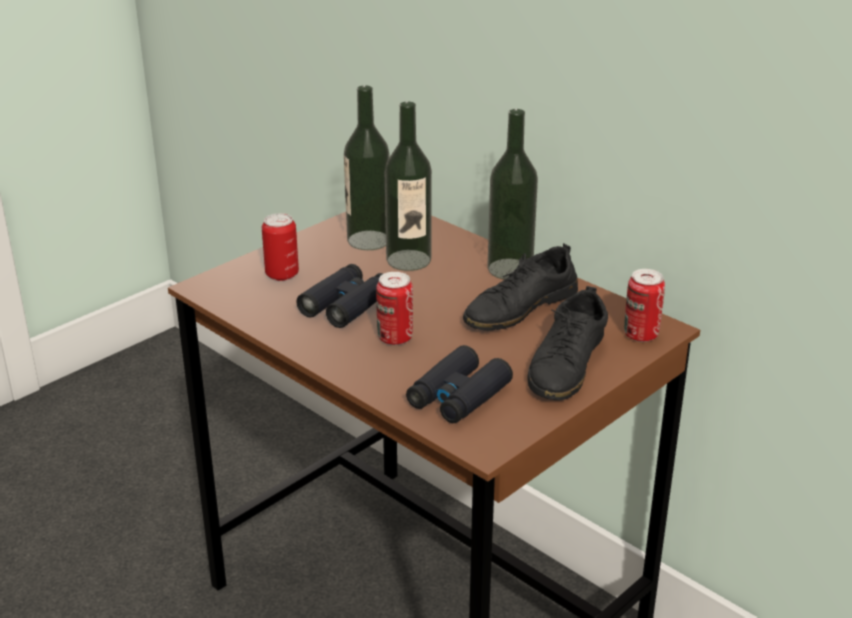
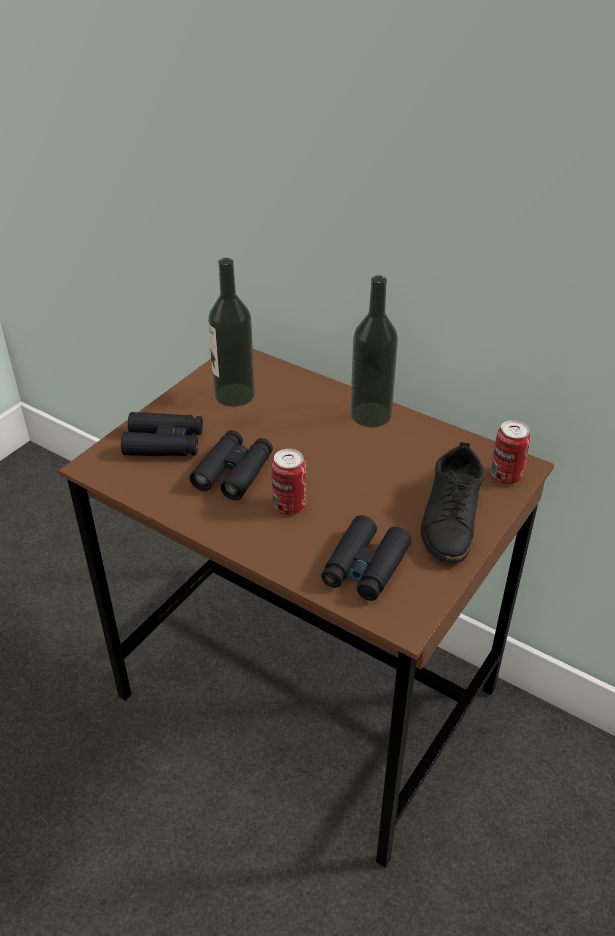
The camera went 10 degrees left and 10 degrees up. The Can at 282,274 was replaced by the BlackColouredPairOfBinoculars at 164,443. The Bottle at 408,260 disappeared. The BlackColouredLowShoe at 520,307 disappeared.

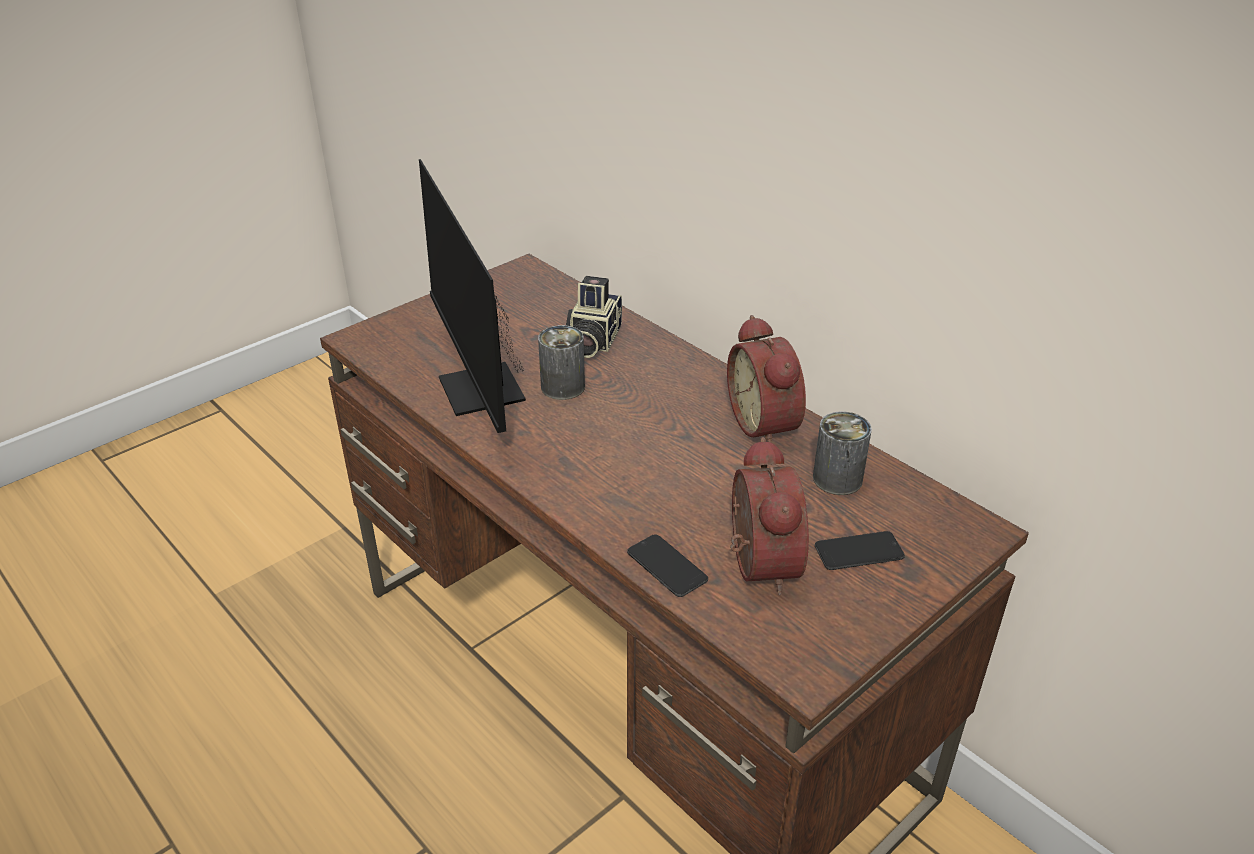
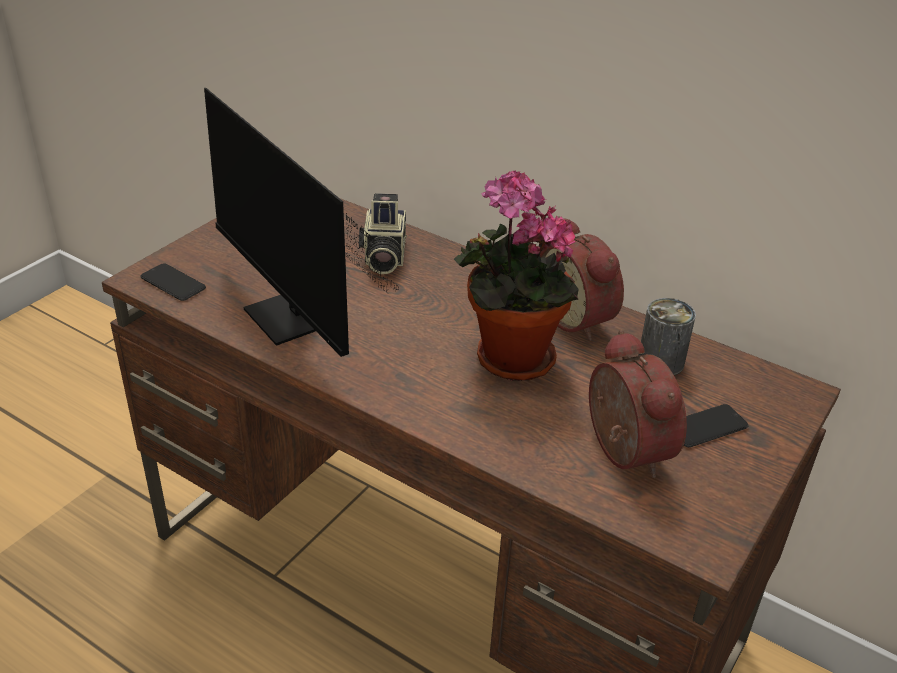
The camera went 15 degrees left and 0 degrees up. The Can at 563,387 disappeared. The Telephone moved from 667,566 to 173,283. The Houseplant at 507,359 appeared.

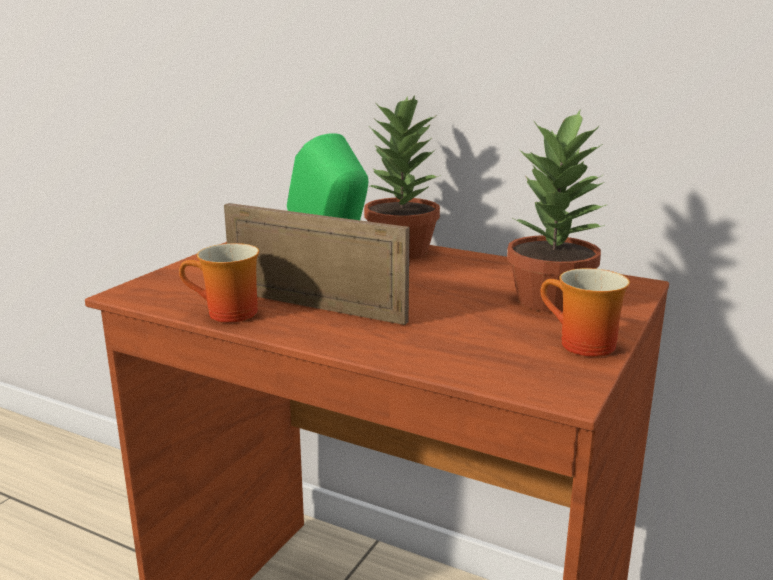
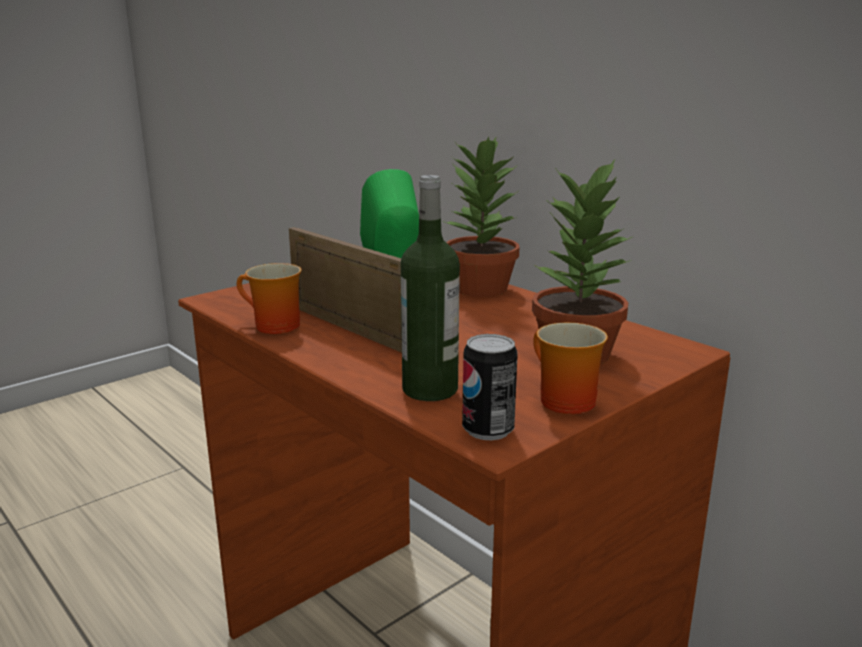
The camera went 20 degrees right and 0 degrees up. The Bottle at 430,389 appeared. The Can at 488,430 appeared.

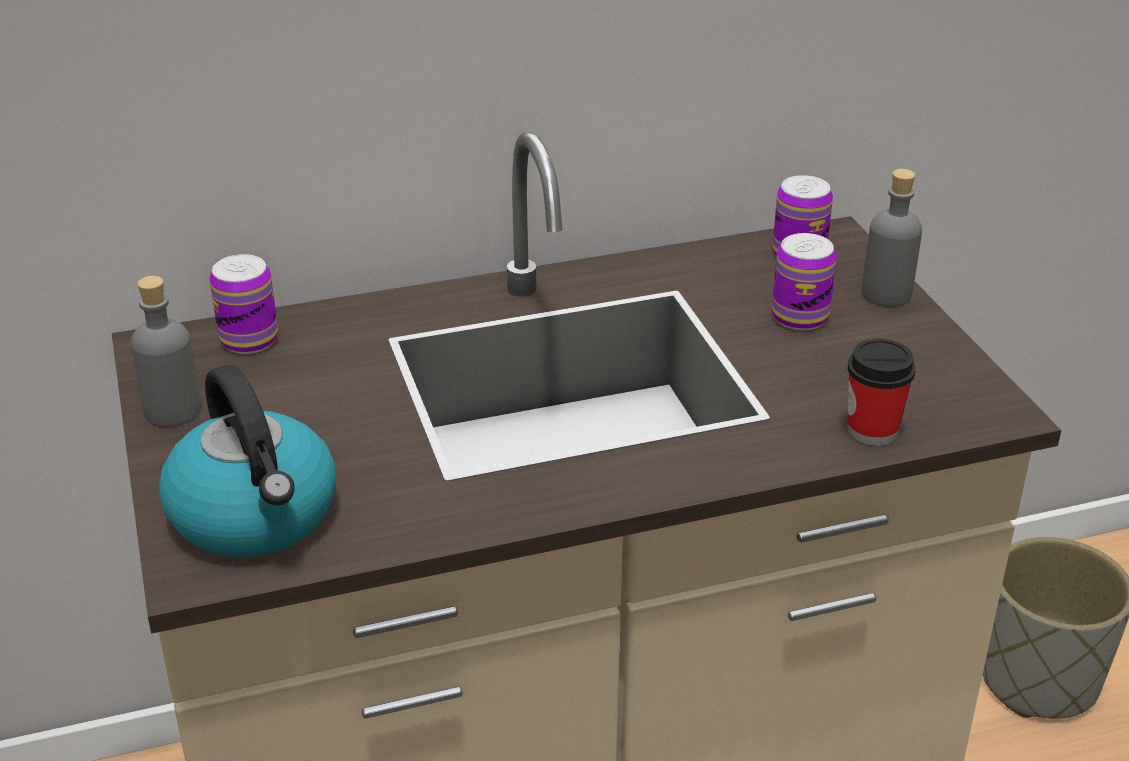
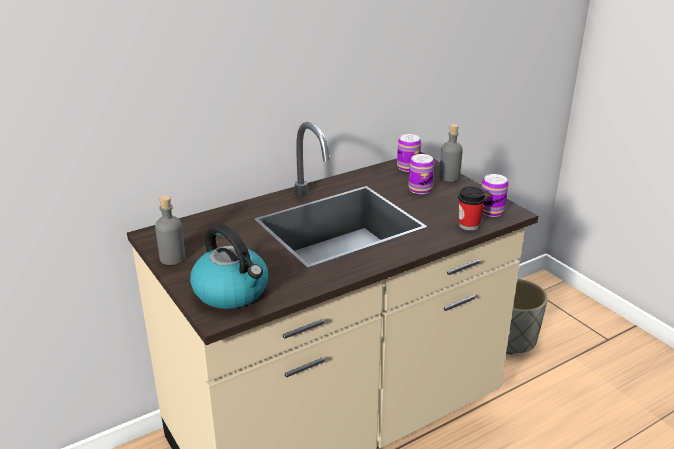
The camera went 15 degrees left and 5 degrees down. The Can moved from 249,340 to 491,211.

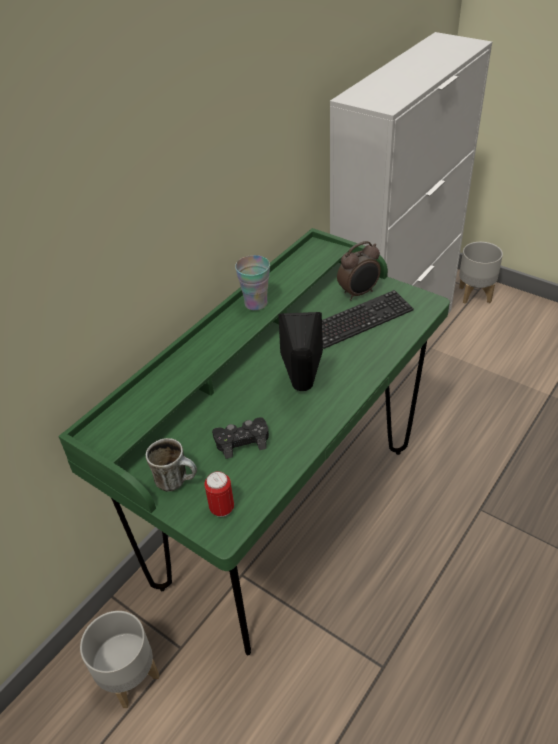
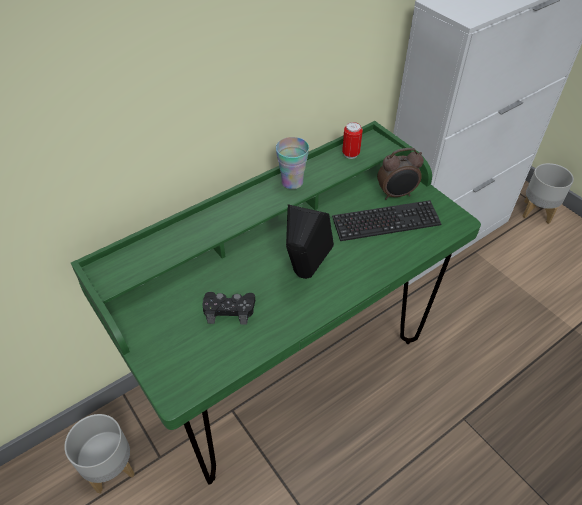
The camera went 15 degrees right and 5 degrees up. The TeaMug at 177,481 disappeared. The Can moved from 222,508 to 350,154.

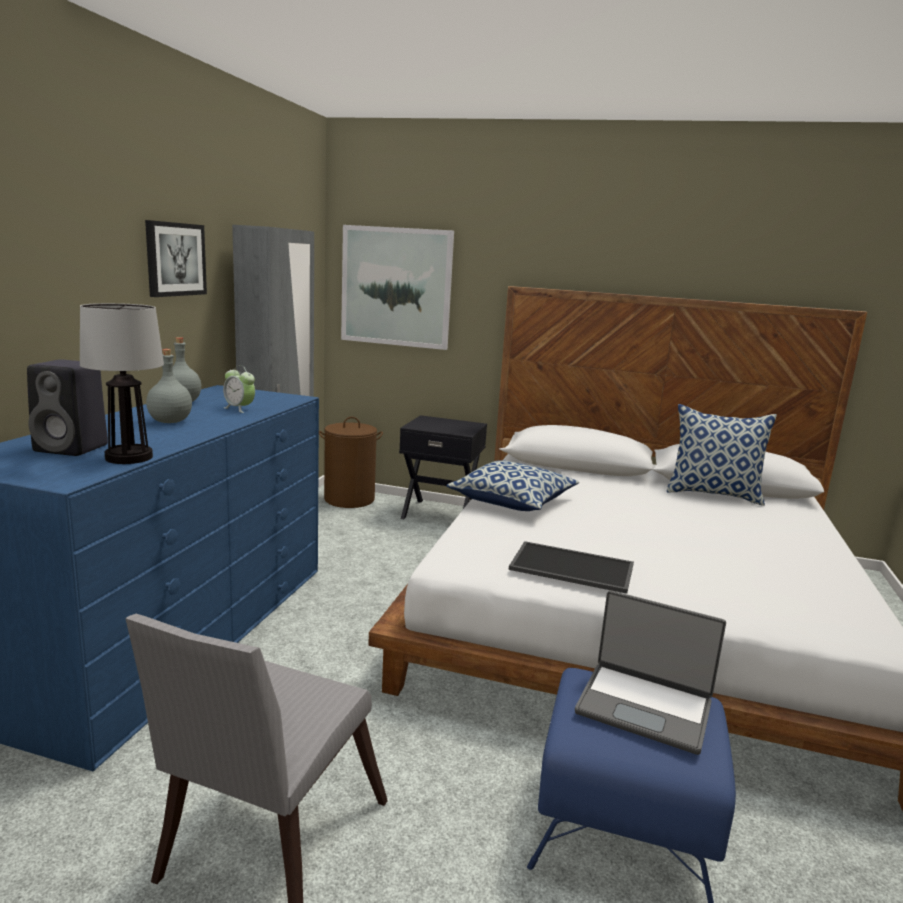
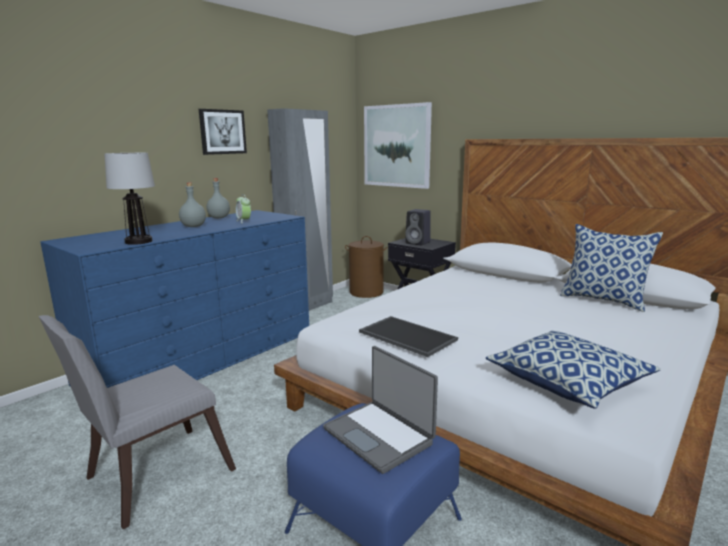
The camera went 25 degrees right and 0 degrees up. The BlackColouredAudioSpeaker moved from 73,448 to 418,243. The Cushion moved from 512,501 to 568,383.

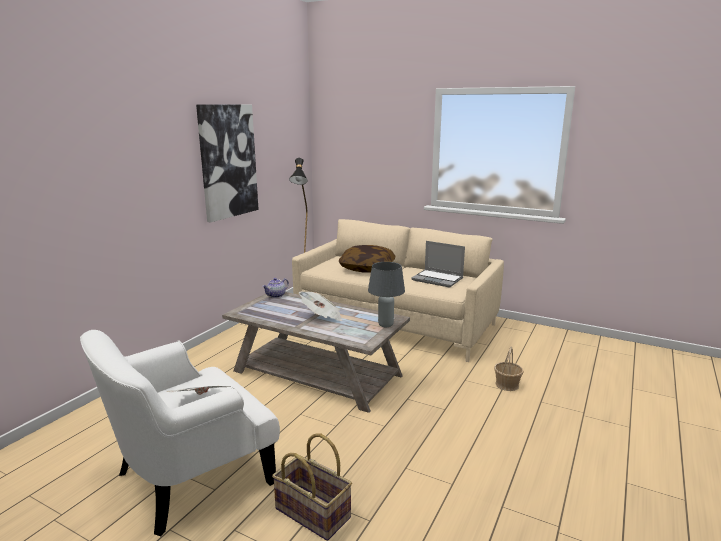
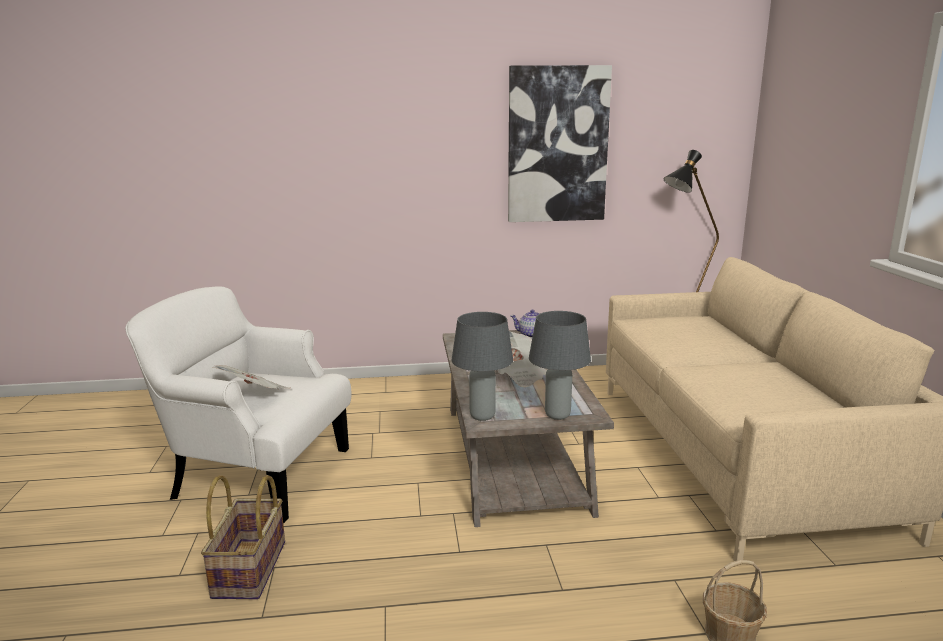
The camera went 55 degrees right and 0 degrees up. The Cushion at 367,268 disappeared. The NotebookComputer at 438,279 disappeared. The GrayLampForATable at 483,416 appeared.

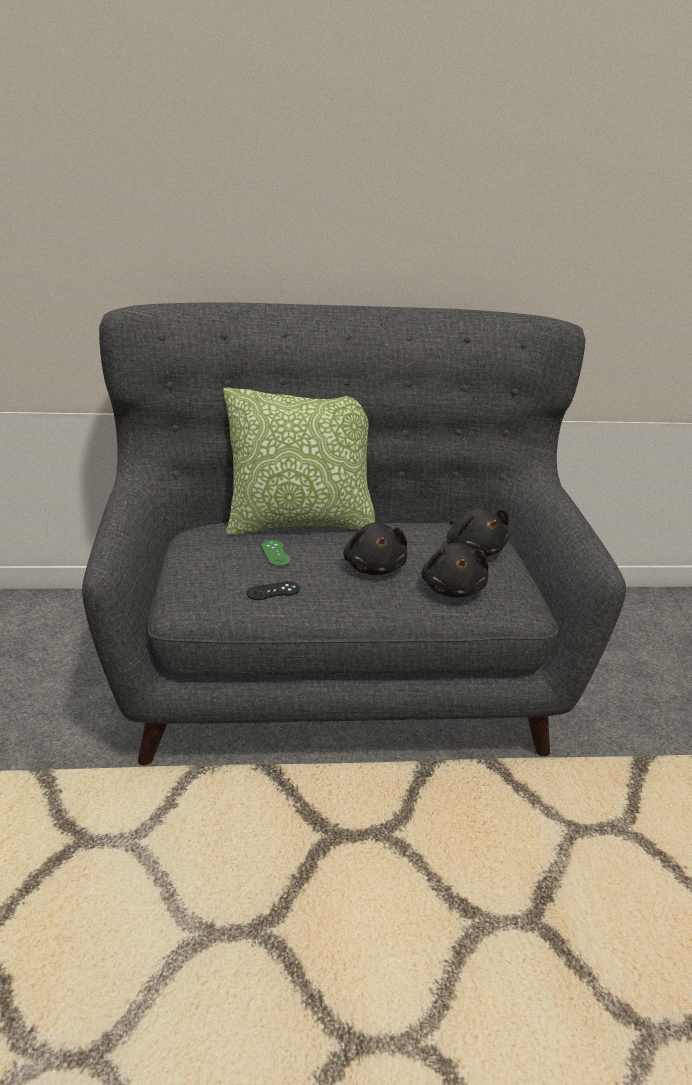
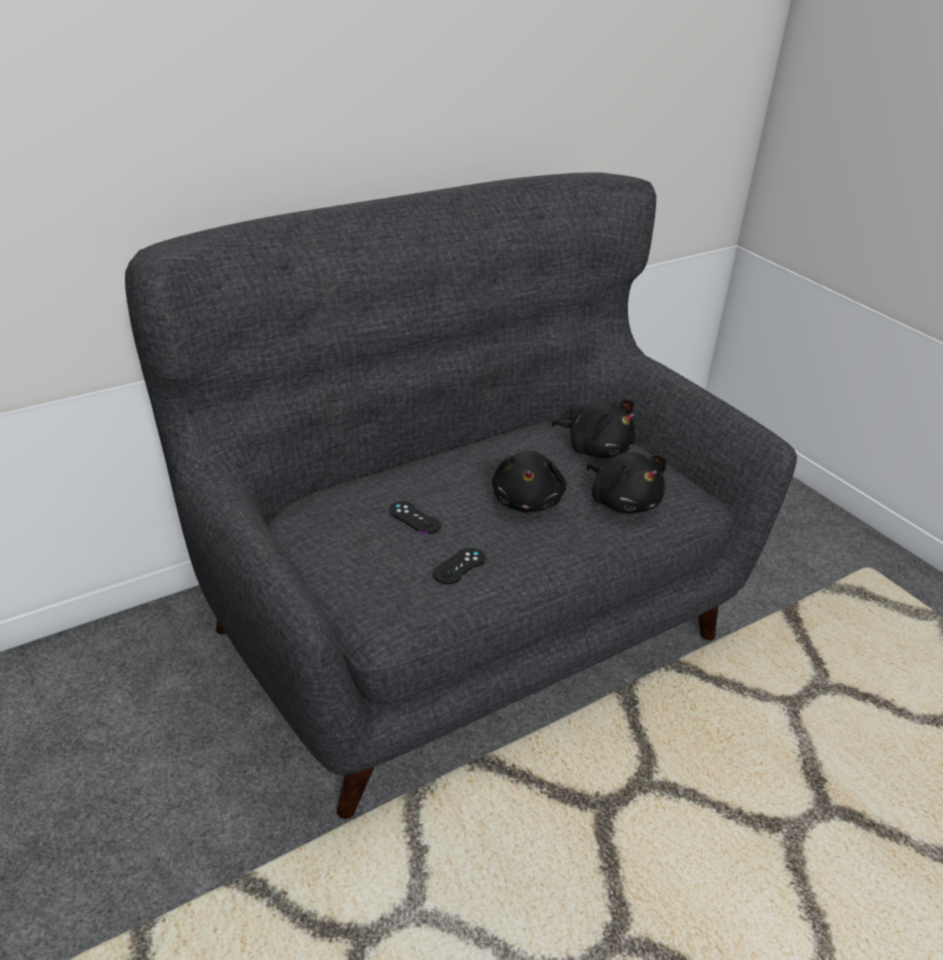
The camera went 30 degrees left and 5 degrees up. The Cushion at 300,523 disappeared. The GreenJoypad at 275,553 became the BlackColouredJoypad at 414,518. The BlackColouredPlushToy at 374,567 turned 45 degrees clockwise.

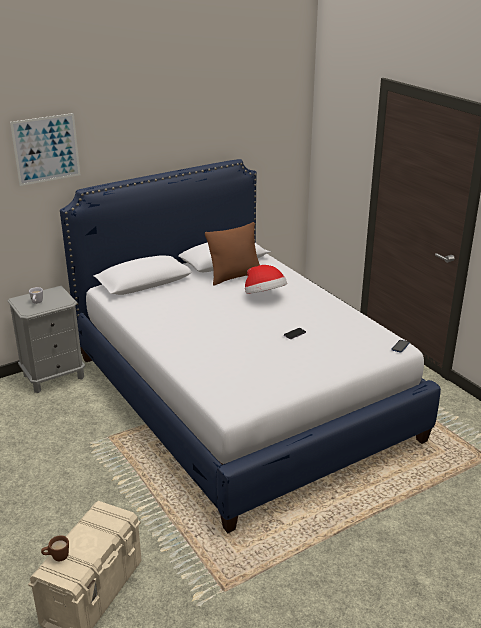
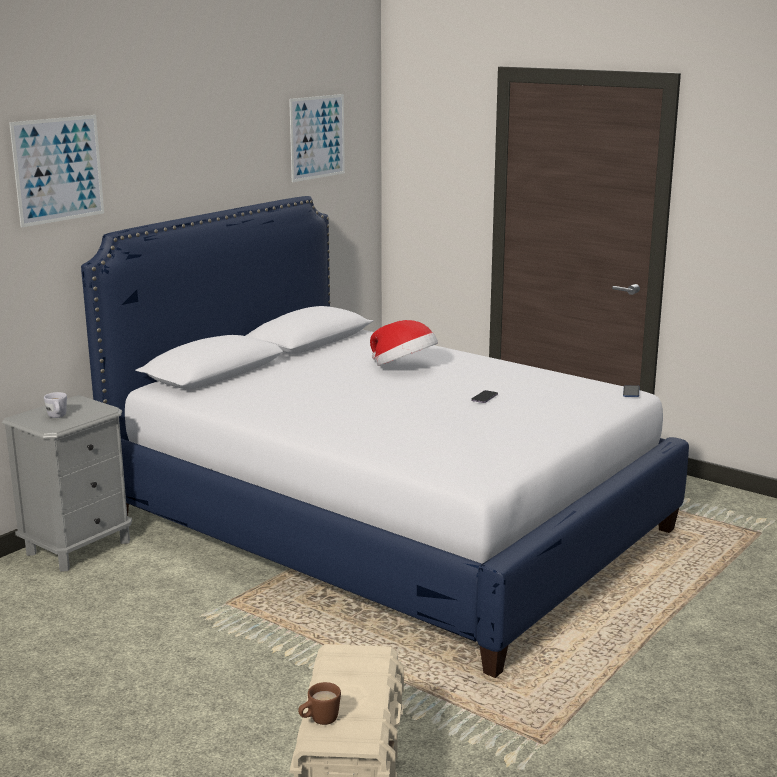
The camera went 20 degrees left and 10 degrees down. The BrownishCushion at 234,276 disappeared. The WallArt at 317,137 appeared.

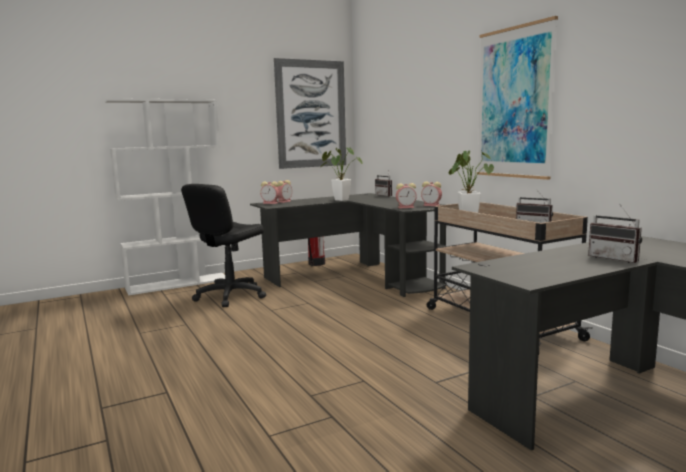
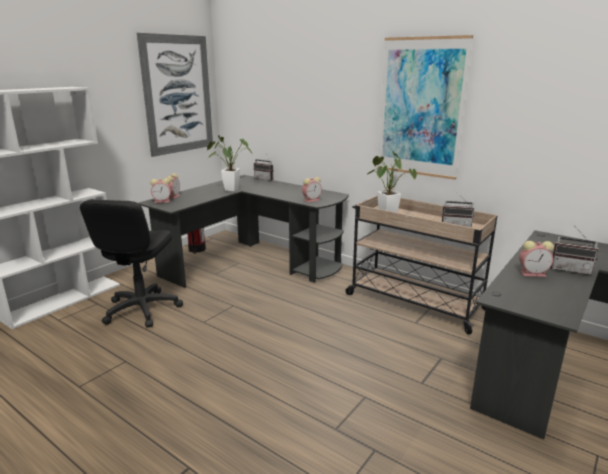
The camera went 25 degrees left and 10 degrees up. The TableClock moved from 432,205 to 533,274.

